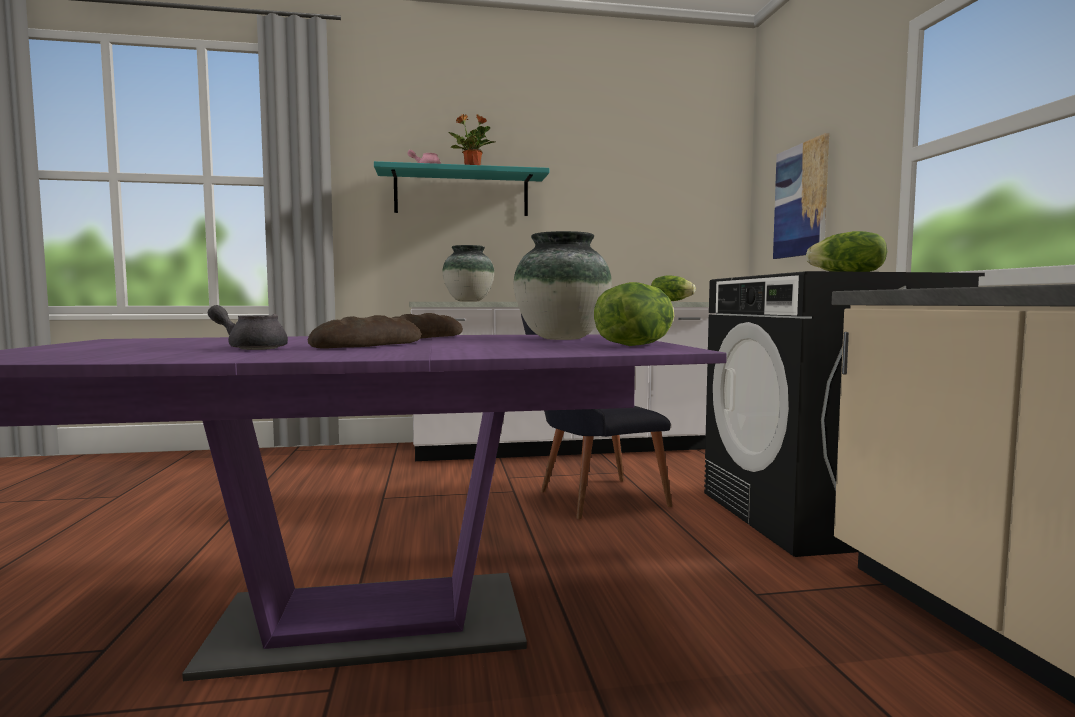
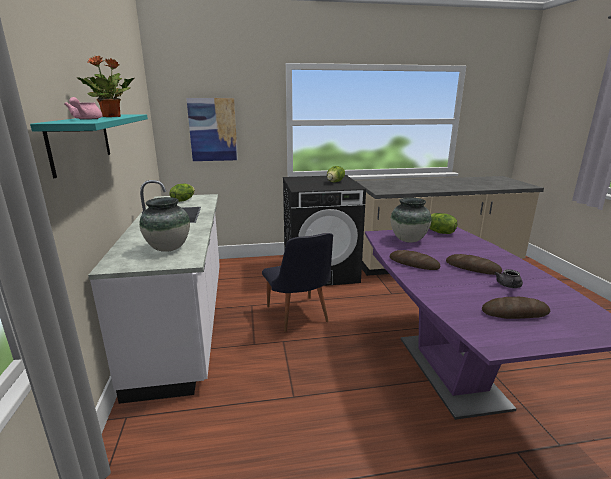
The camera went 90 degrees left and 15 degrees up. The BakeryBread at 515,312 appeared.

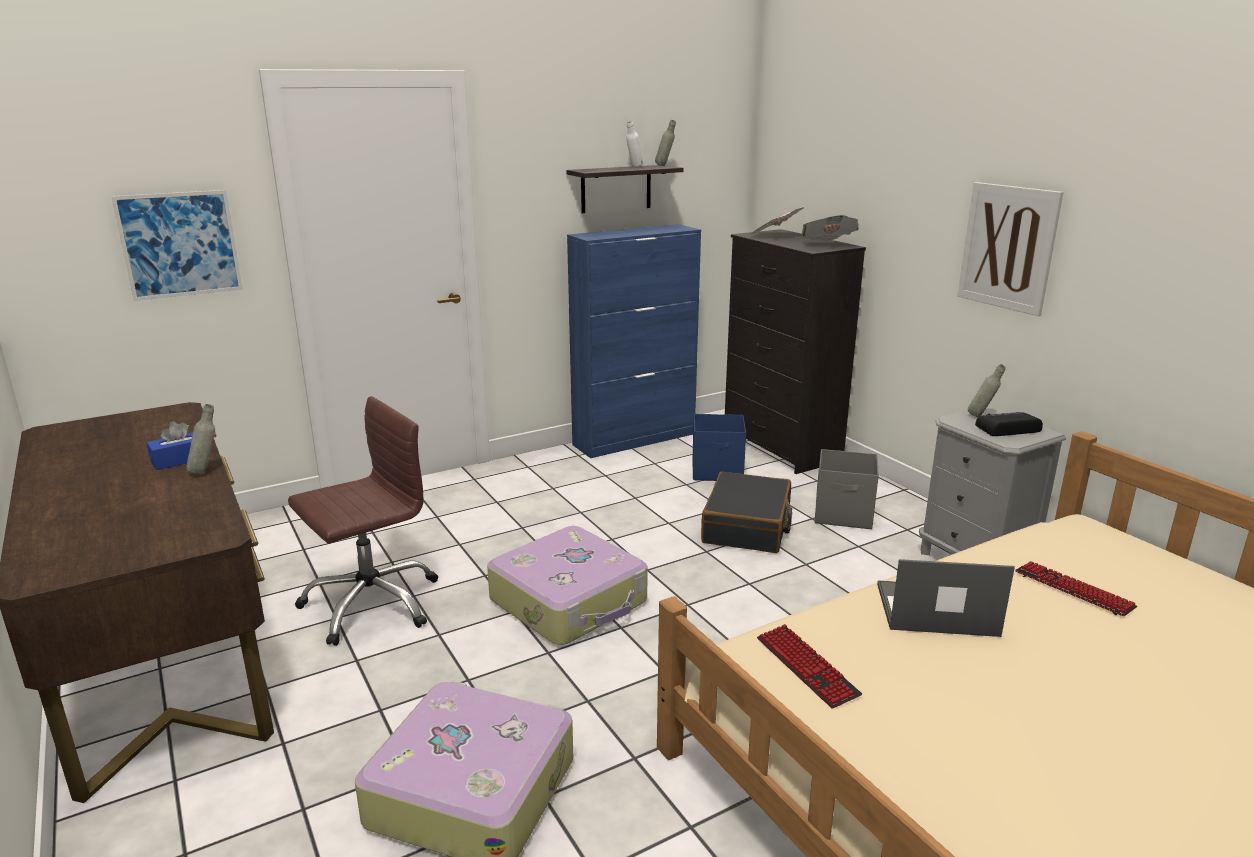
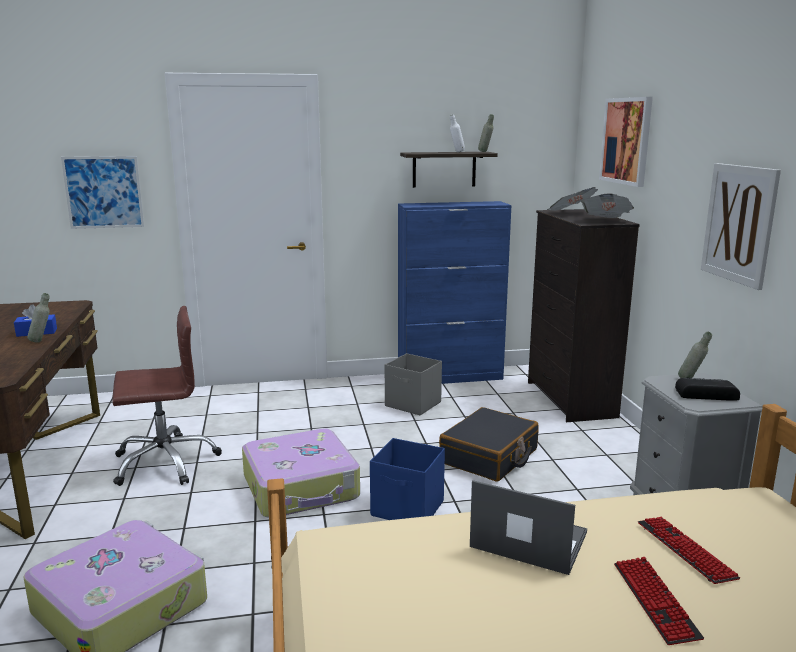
The camera went 20 degrees right and 5 degrees down. The BluishStorageContainer moved from 718,471 to 408,509. The PcKeyboard moved from 806,667 to 655,601. The GrayStorageContainer moved from 844,515 to 413,404. The WallArt at 626,141 appeared.

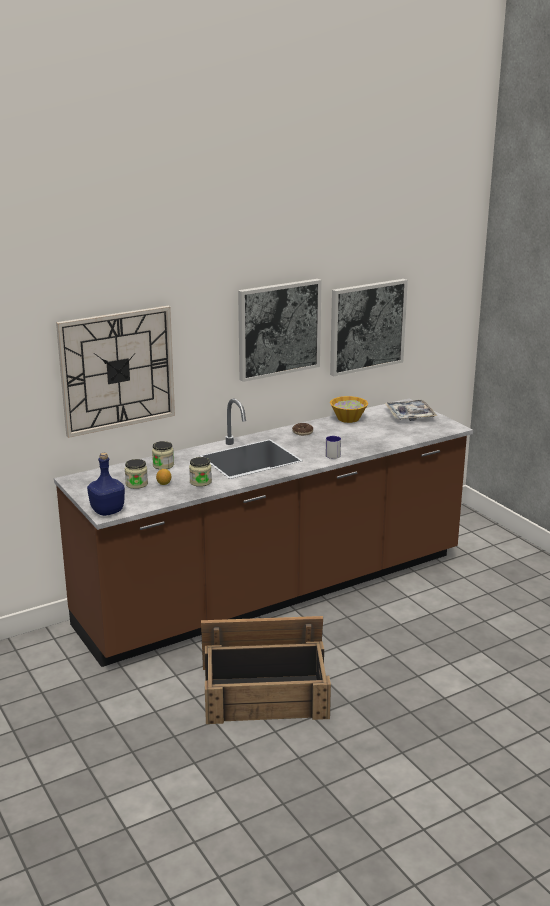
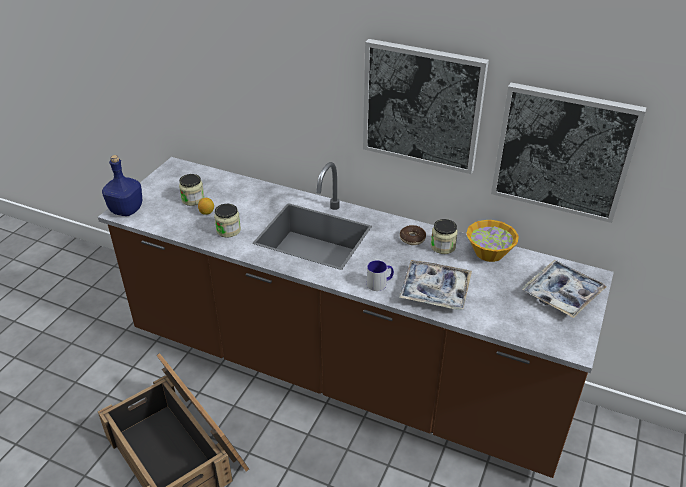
The camera went 55 degrees right and 15 degrees up. The WallClock at 117,370 disappeared. The StorageJar moved from 163,465 to 443,246. The ServingTray at 435,290 appeared.

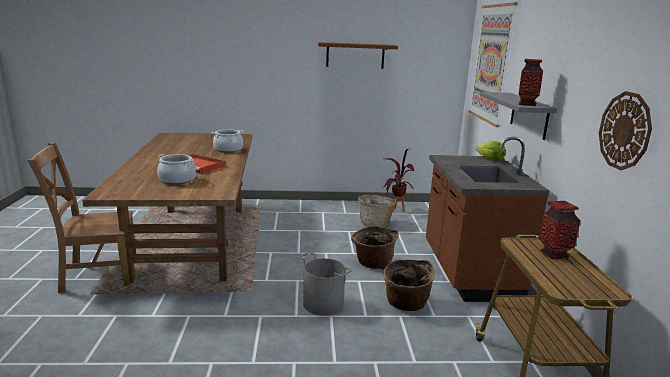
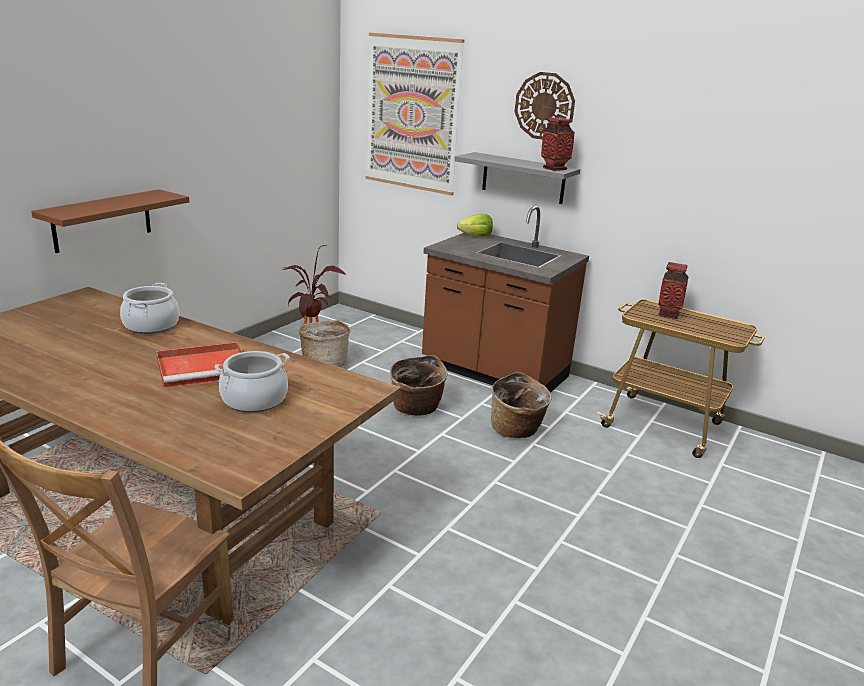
The camera went 55 degrees left and 5 degrees up. The GrayWaterBucket at 323,303 disappeared. The BrownishShelf moved from 355,55 to 102,220. The WallClock moved from 624,131 to 544,106.

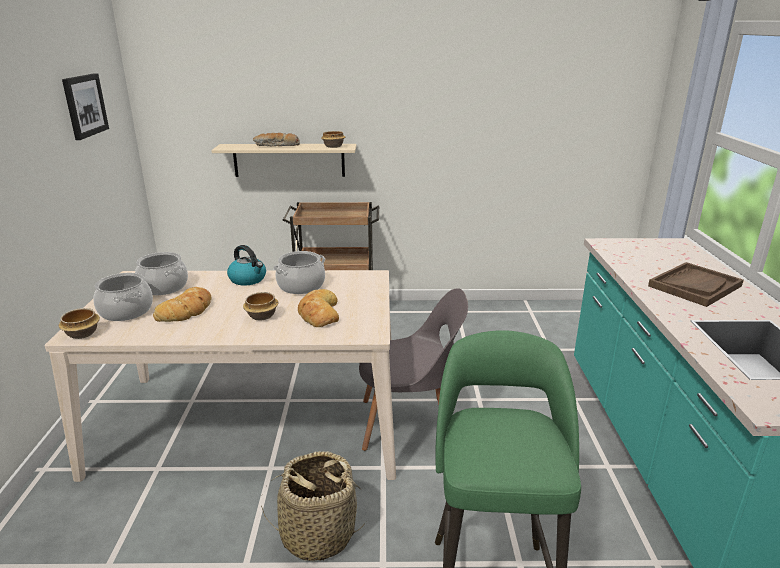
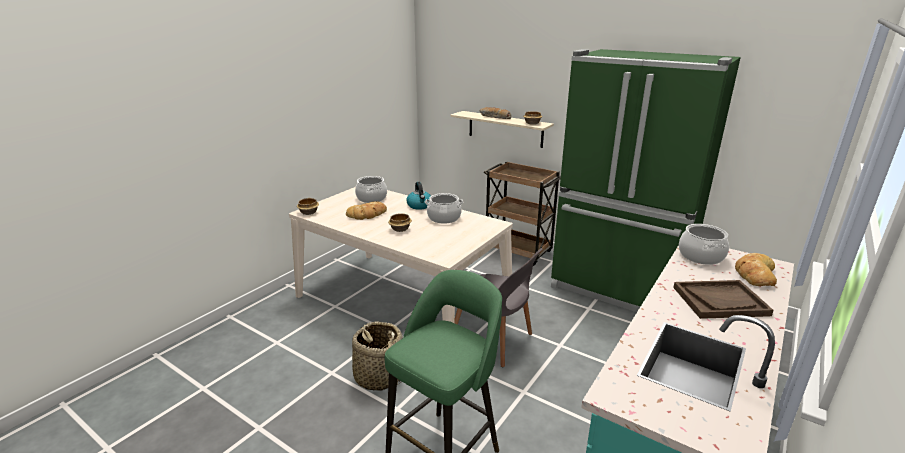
The camera went 35 degrees right and 0 degrees up. The WallArt at 84,105 disappeared. The Stockpot moved from 125,311 to 700,256. The BakeryBread moved from 319,313 to 754,274. The GreenKitchenFridge at 617,290 appeared.

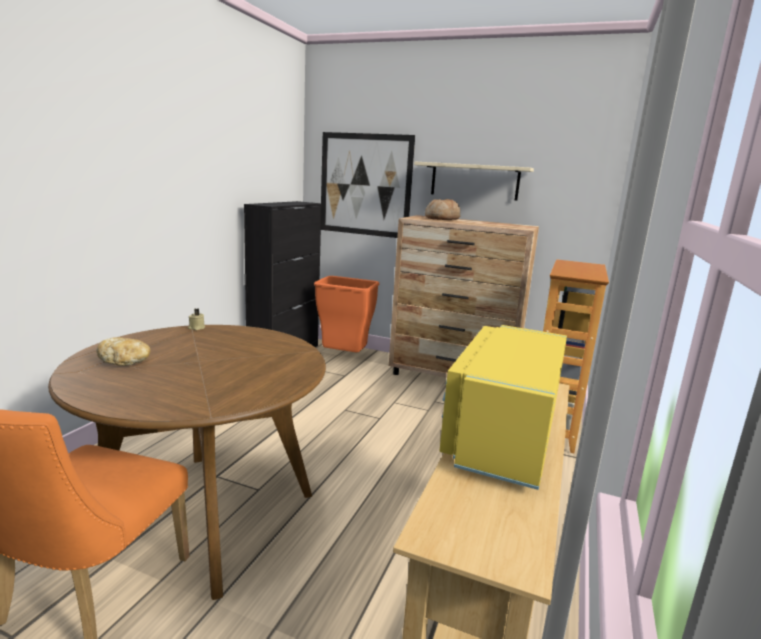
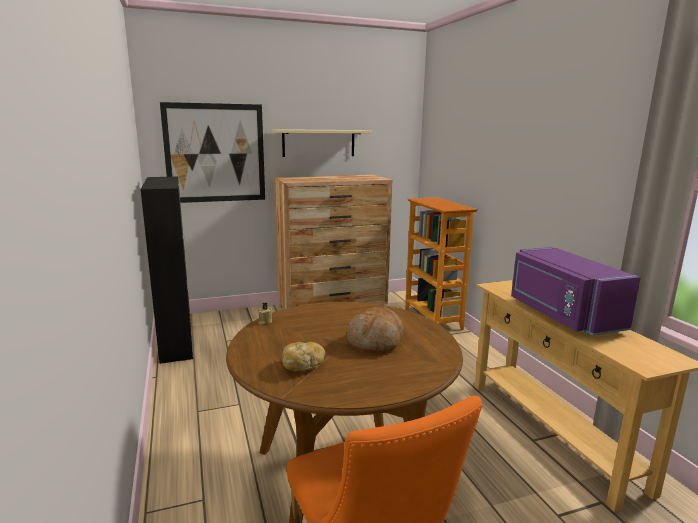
The camera went 40 degrees left and 0 degrees up. The OrangeRubbishBin at 345,357 disappeared. The BakeryBread moved from 442,219 to 375,342. The YellowColouredMicrowaveOven at 500,435 became the PurpleMicrowaveOven at 561,315.

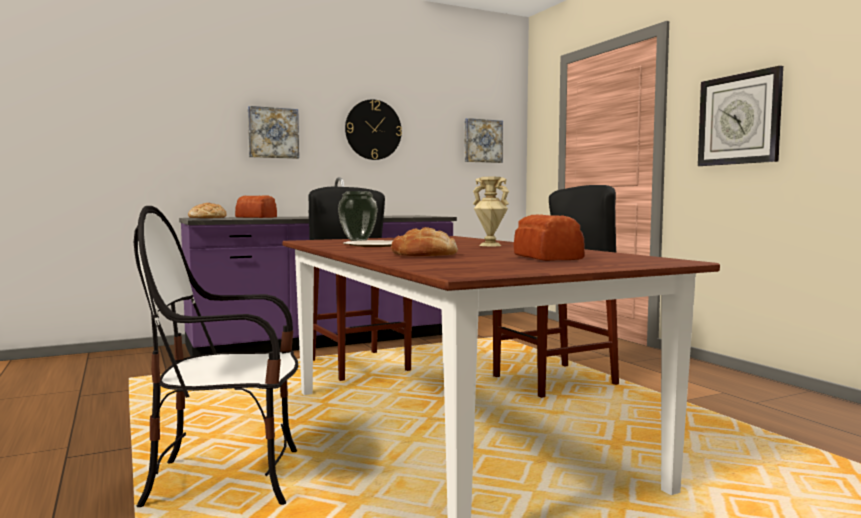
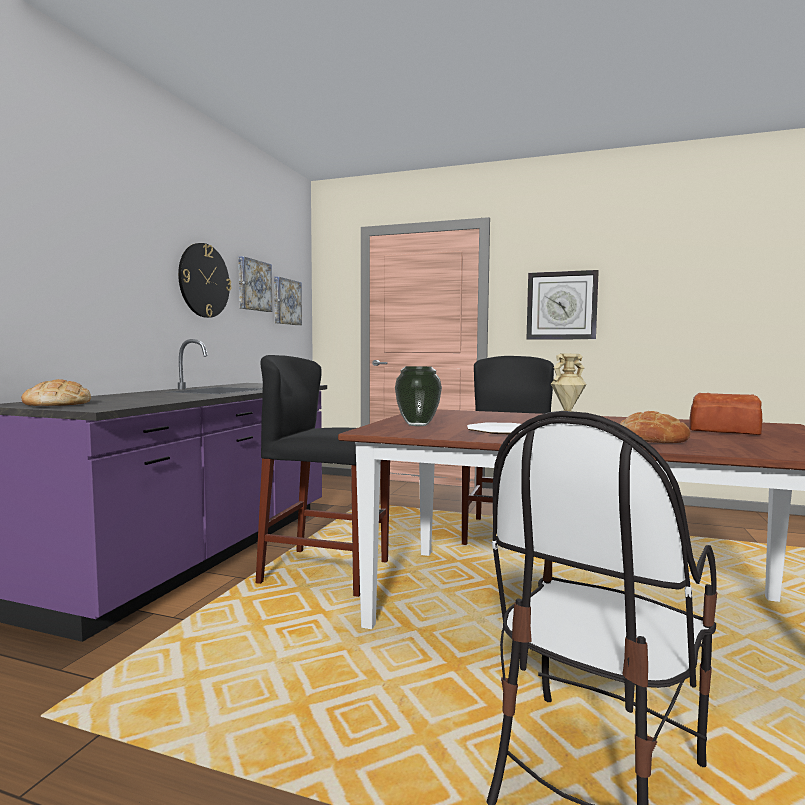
The camera went 45 degrees left and 0 degrees up. The BakeryBread at 256,217 disappeared. The WallArt moved from 273,133 to 253,285.

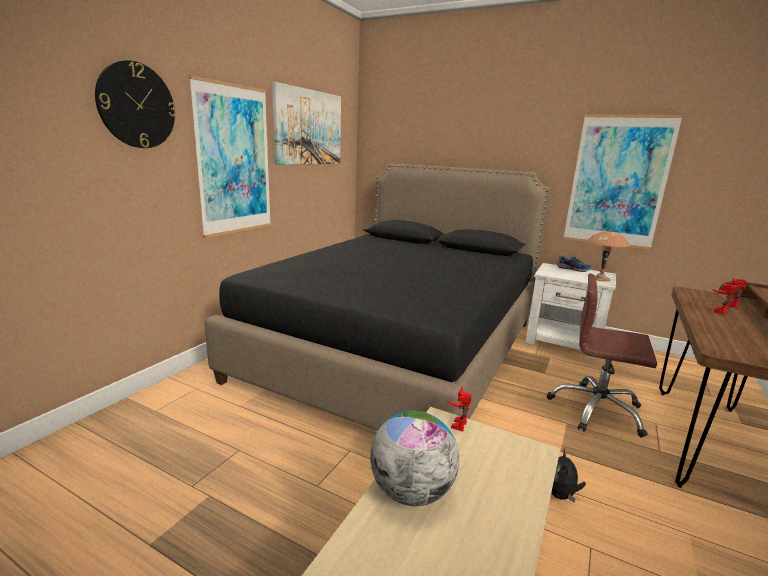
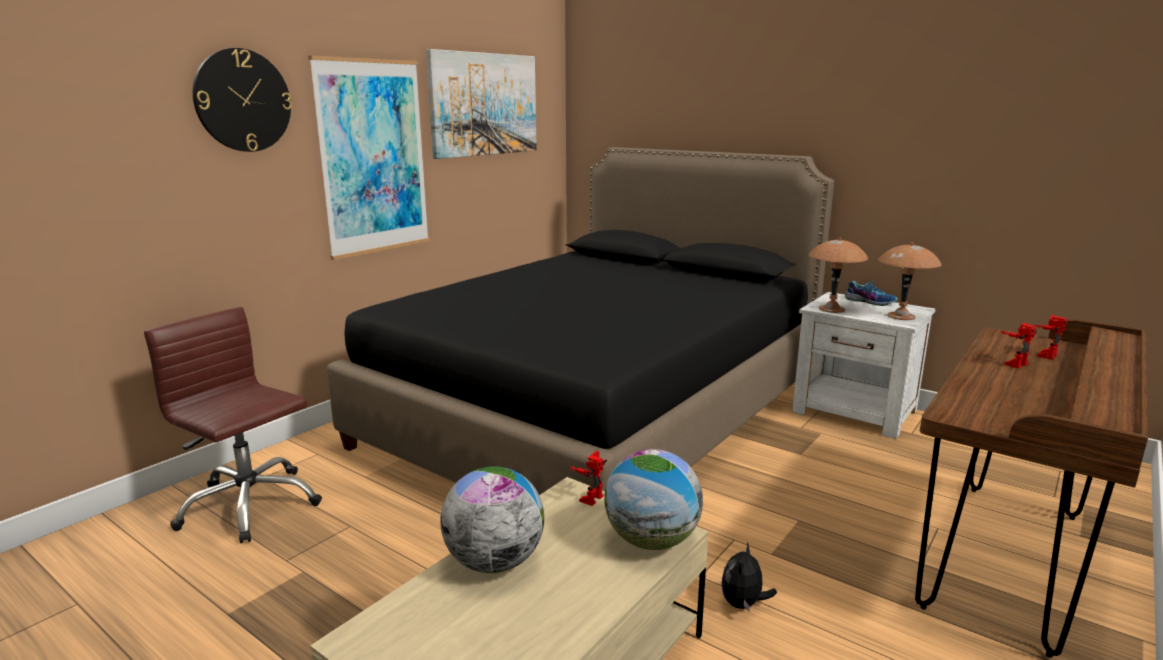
The camera went 10 degrees right and 0 degrees up. The BrownishComputerChair moved from 596,410 to 249,505. The WallArt at 617,182 disappeared. The WorldGlobe at 651,541 appeared. The BrownishLampForATable at 831,309 appeared.

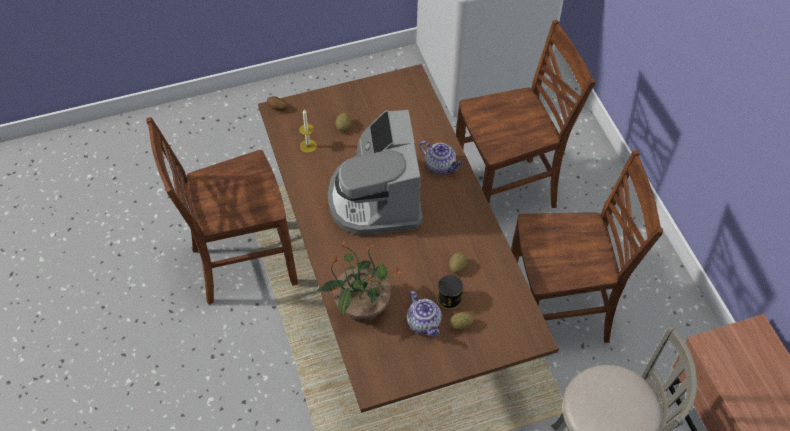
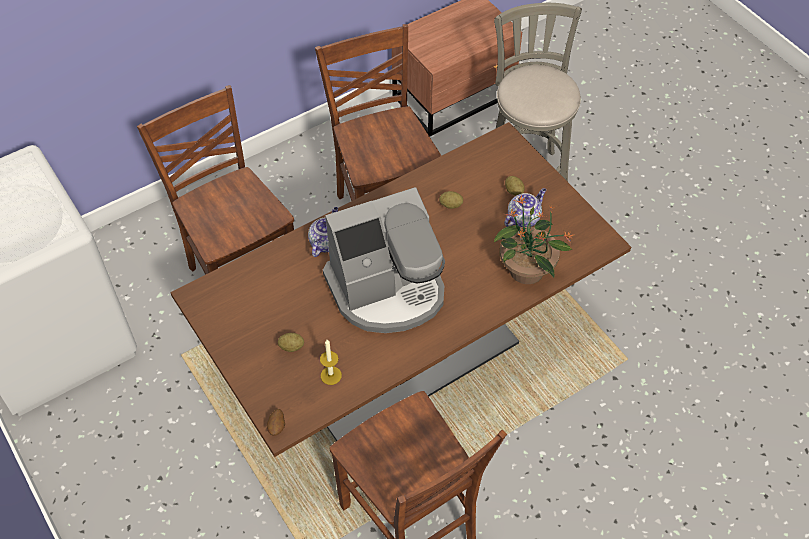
The camera went 105 degrees left and 0 degrees up. The Can at 449,299 disappeared.

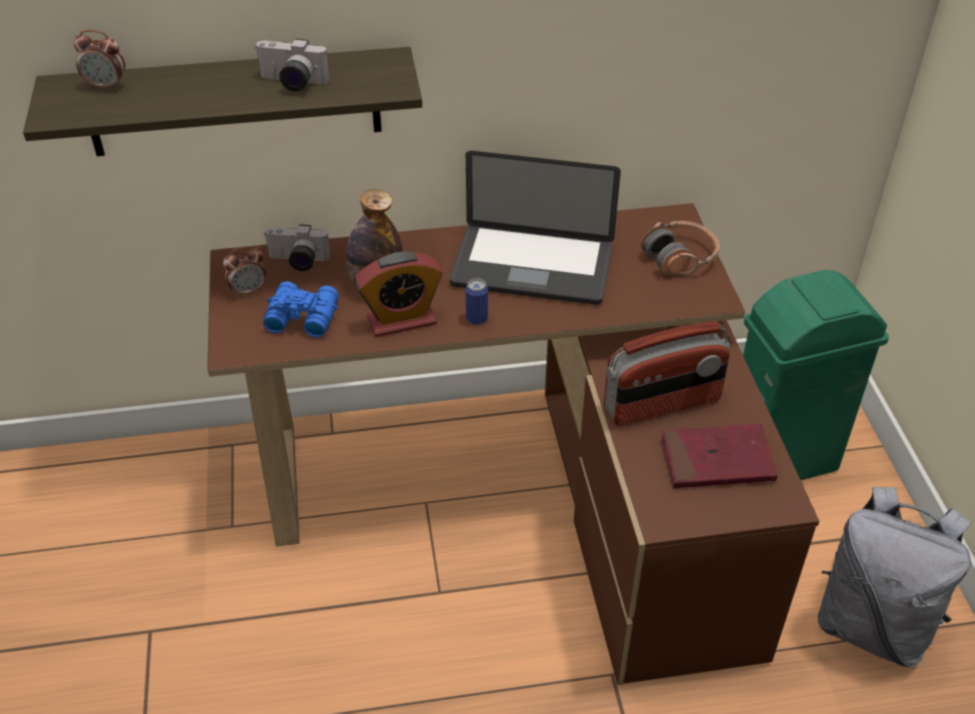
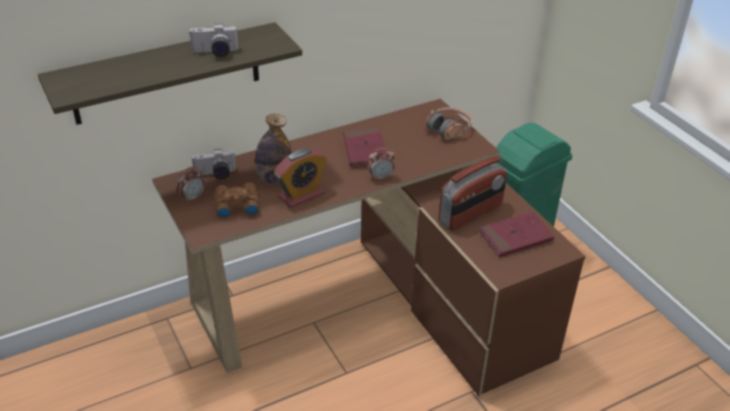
The camera went 20 degrees left and 5 degrees down. The TableClock moved from 107,86 to 380,177. The BluishPairOfBinoculars at 301,316 became the BrownishPairOfBinoculars at 236,205. The NotebookComputer at 532,267 was replaced by the RedColouredBoundBook at 365,150. The Can at 477,318 disappeared. The GrayRucksack at 873,624 disappeared.

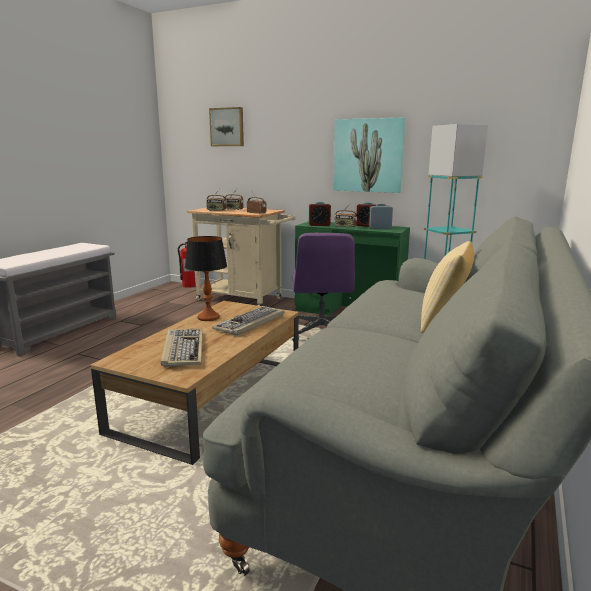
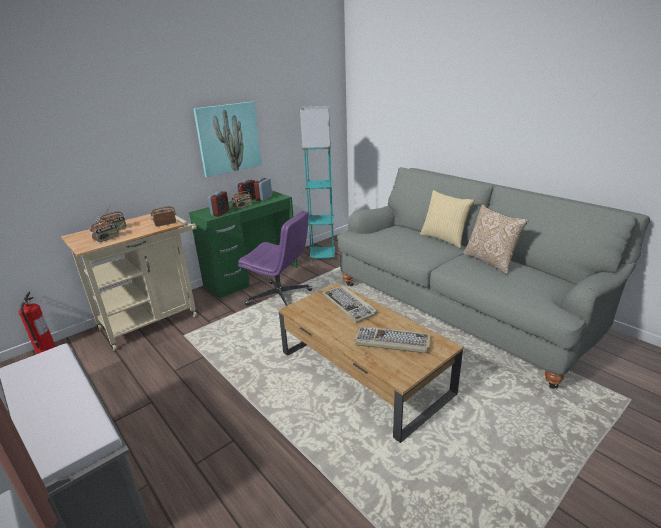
The camera went 65 degrees left and 10 degrees up. The LampForATable at 208,317 disappeared. The WallArt at 227,127 disappeared. The Cushion at 490,261 appeared.

